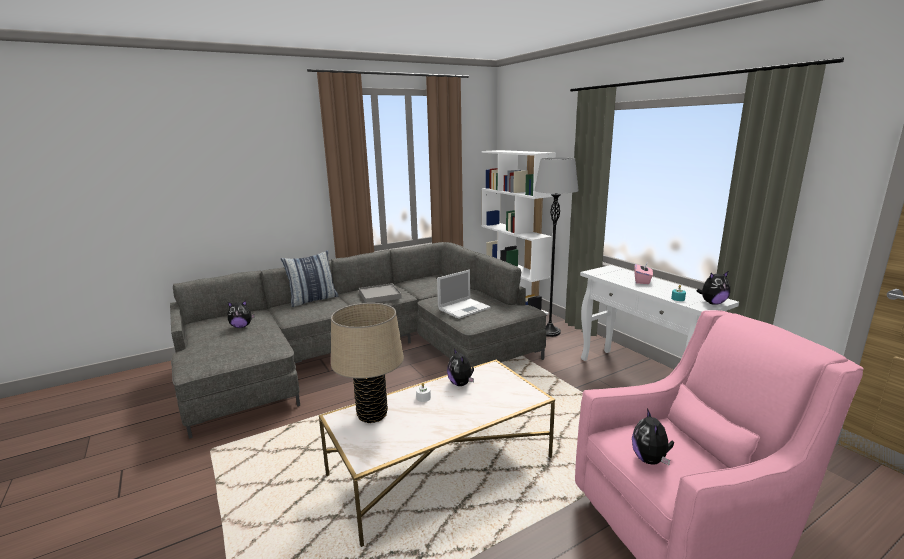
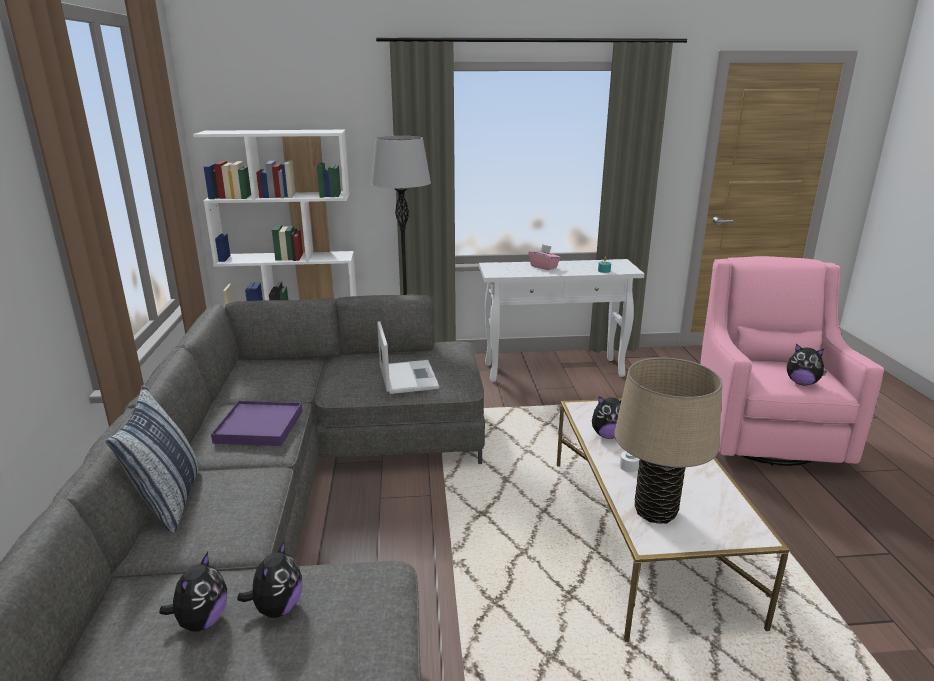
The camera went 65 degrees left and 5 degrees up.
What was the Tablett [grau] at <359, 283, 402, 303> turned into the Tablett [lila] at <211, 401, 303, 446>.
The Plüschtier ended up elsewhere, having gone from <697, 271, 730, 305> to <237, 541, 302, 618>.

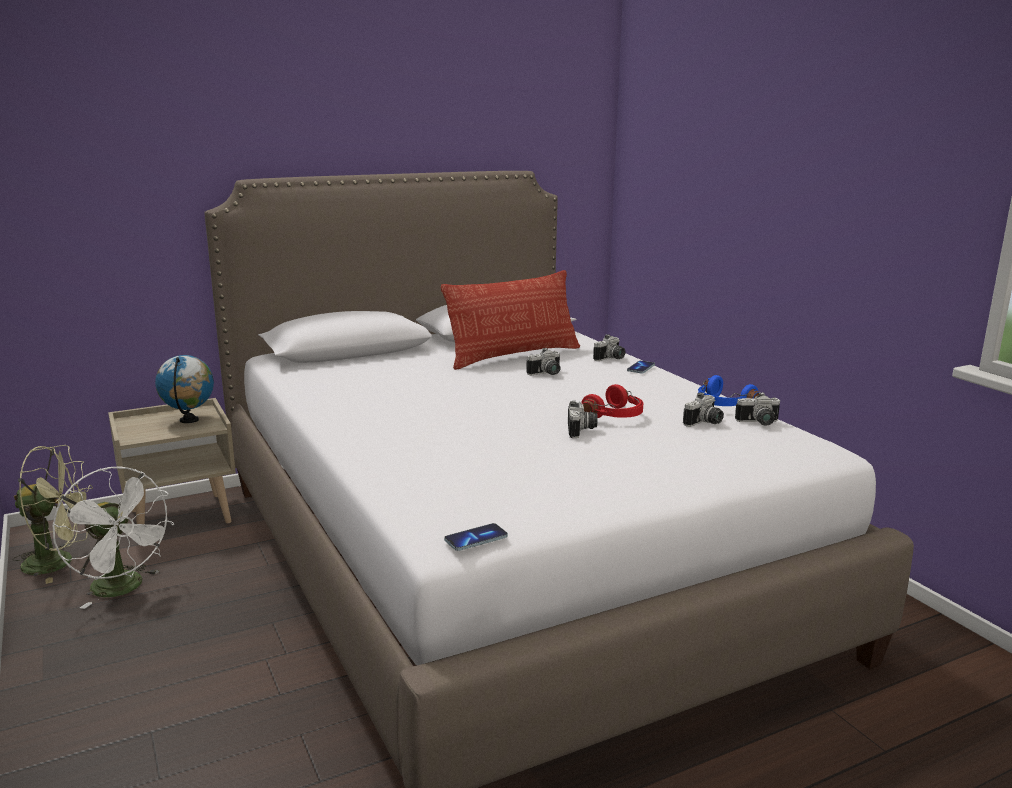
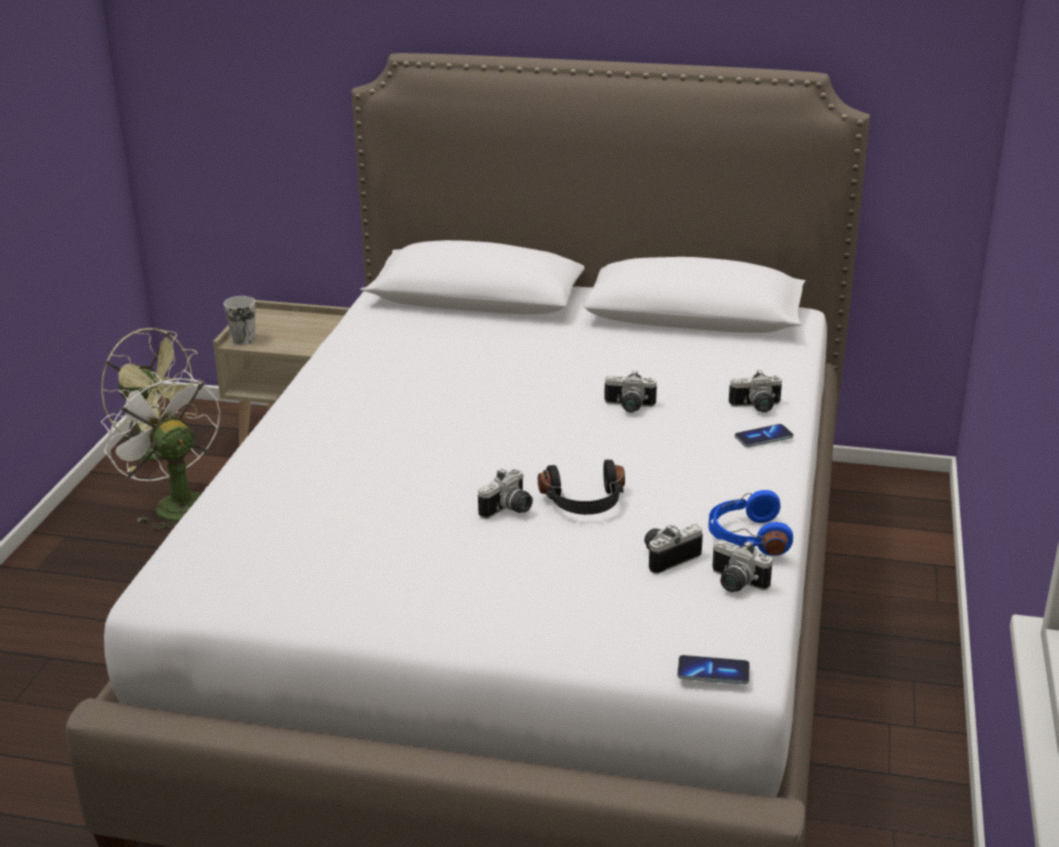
The camera went 40 degrees right and 10 degrees up.
The Ventilator [weiß] at <52, 466, 175, 609> ended up facing another way, 150 degrees clockwise from before.
The second view gained the Tasse at <224, 296, 255, 345>.
What was the Kopfhörer [rot] at <581, 384, 643, 418> turned into the Kopfhörer [schwarz] at <538, 460, 625, 515>.
The Kamera at <683, 392, 724, 427> ended up facing another way, 150 degrees clockwise from before.
The Handy ended up elsewhere, having gone from <444, 523, 508, 551> to <677, 655, 750, 685>.
The second view lost the Globus at <155, 355, 214, 423>.
The second view lost the Kissen at <441, 270, 580, 370>.

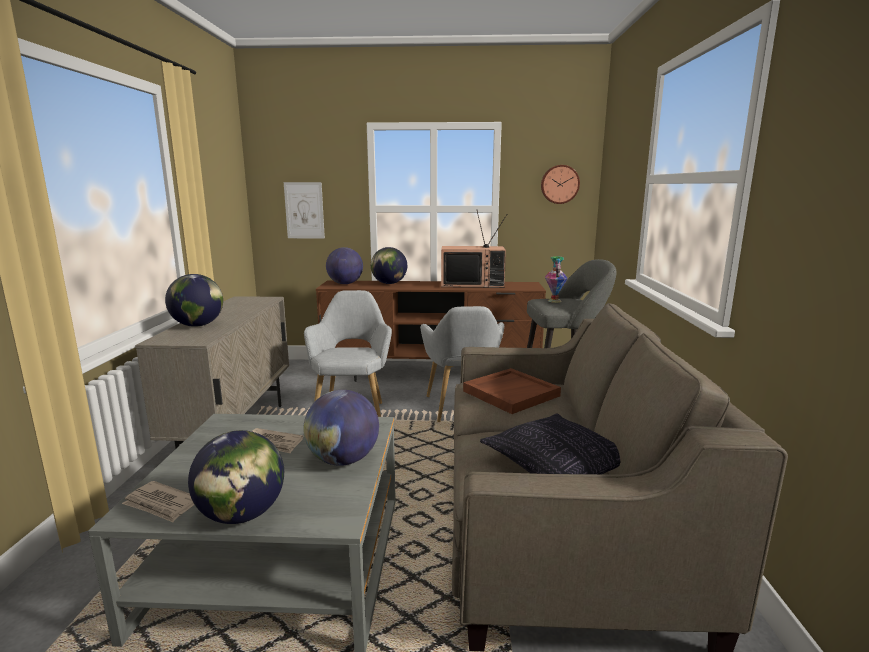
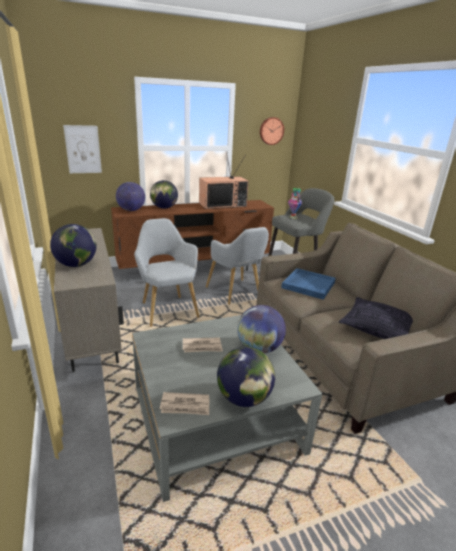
The camera went 25 degrees left and 10 degrees up.
What was the Tablett [braun] at <463, 368, 561, 414> turned into the Tablett [blau] at <281, 268, 336, 300>.

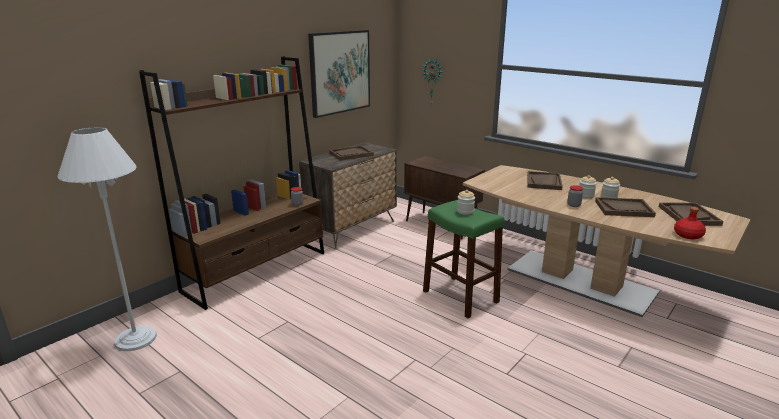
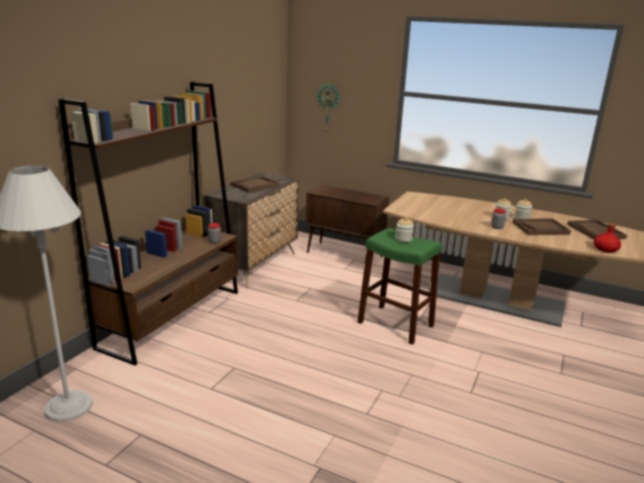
The camera went 15 degrees left and 0 degrees up.
The second view lost the Bild at <308, 30, 370, 118>.
The second view lost the Tablett [braun] at <527, 171, 563, 190>.

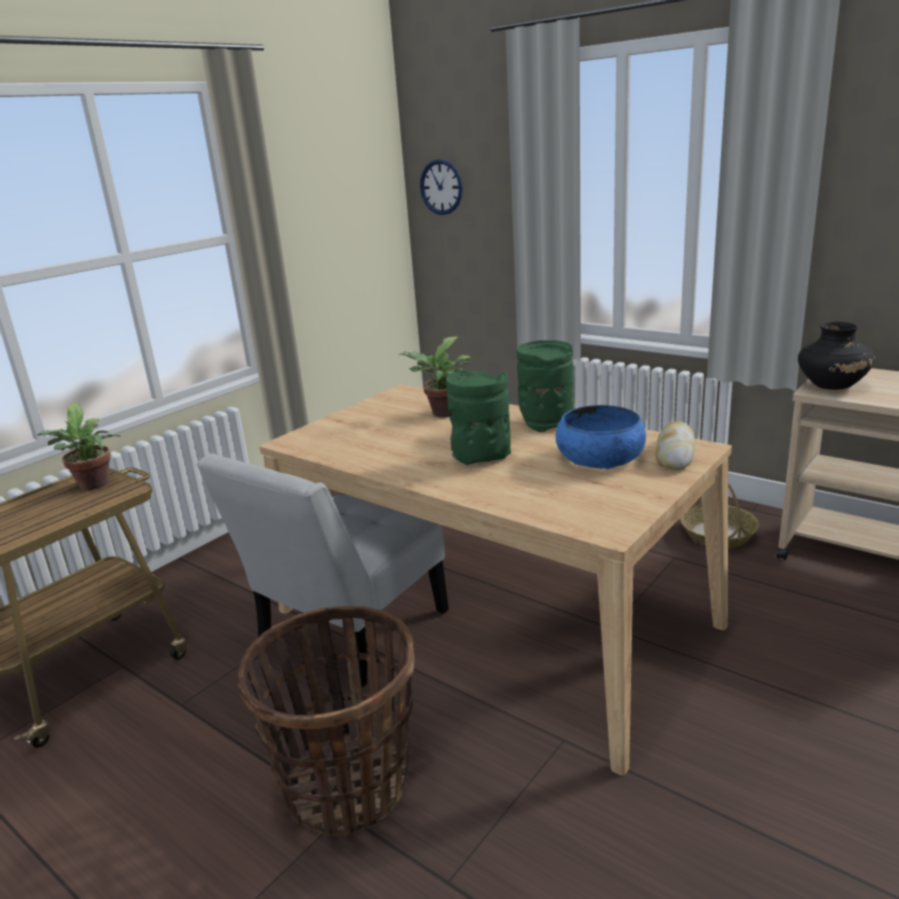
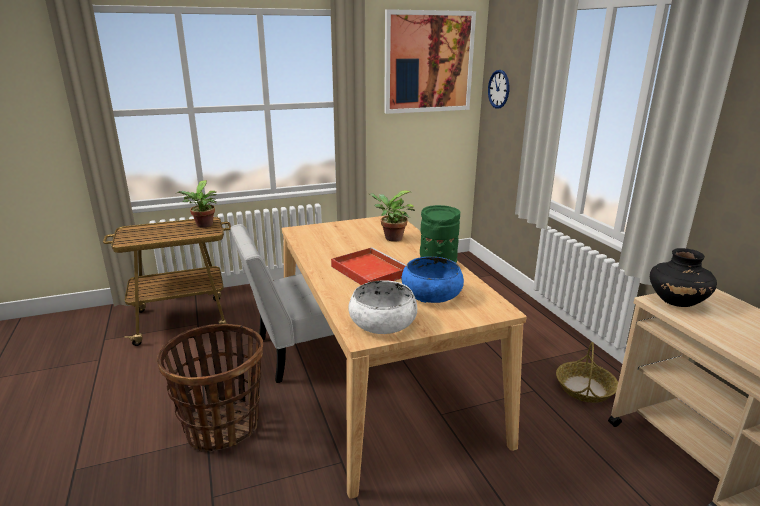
The camera went 30 degrees right and 0 degrees up.
Where the Vase [grün] stood at <446, 369, 511, 465>, the Tablett [rot] came to stand at <331, 247, 406, 285>.
The second view gained the Schüssel [weiß] at <348, 280, 417, 334>.
The second view gained the Bild at <384, 9, 476, 114>.
The second view lost the Brot at <655, 421, 695, 470>.

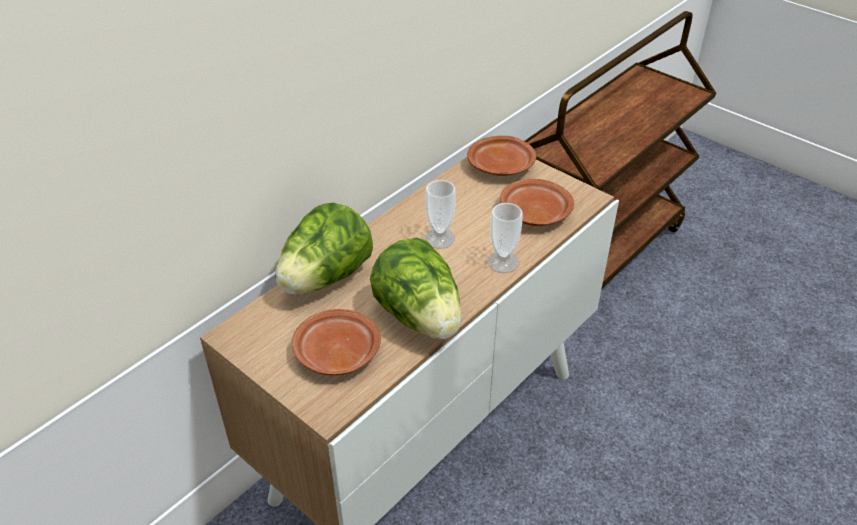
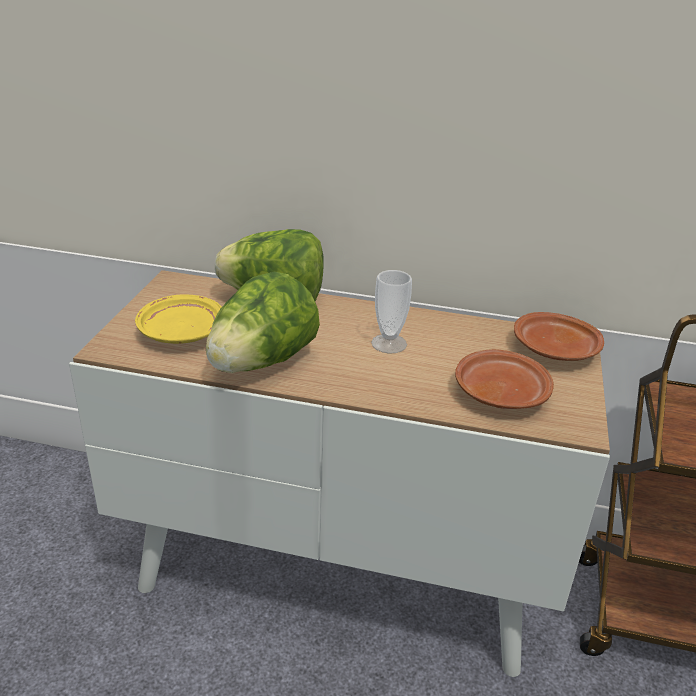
The camera went 60 degrees right and 10 degrees down.
What was the Teller [braun] at <292, 309, 381, 375> turned into the Teller [gelb] at <135, 295, 222, 344>.
The second view lost the Tasse at <487, 203, 523, 273>.

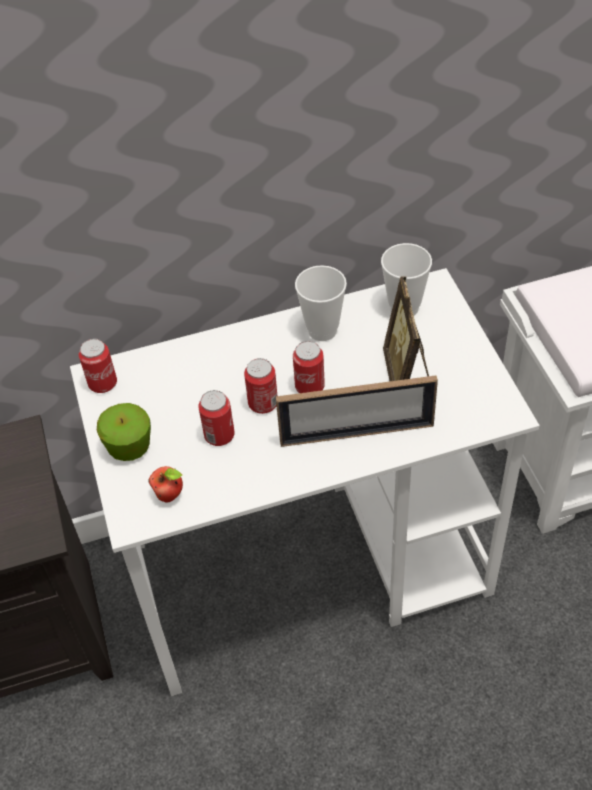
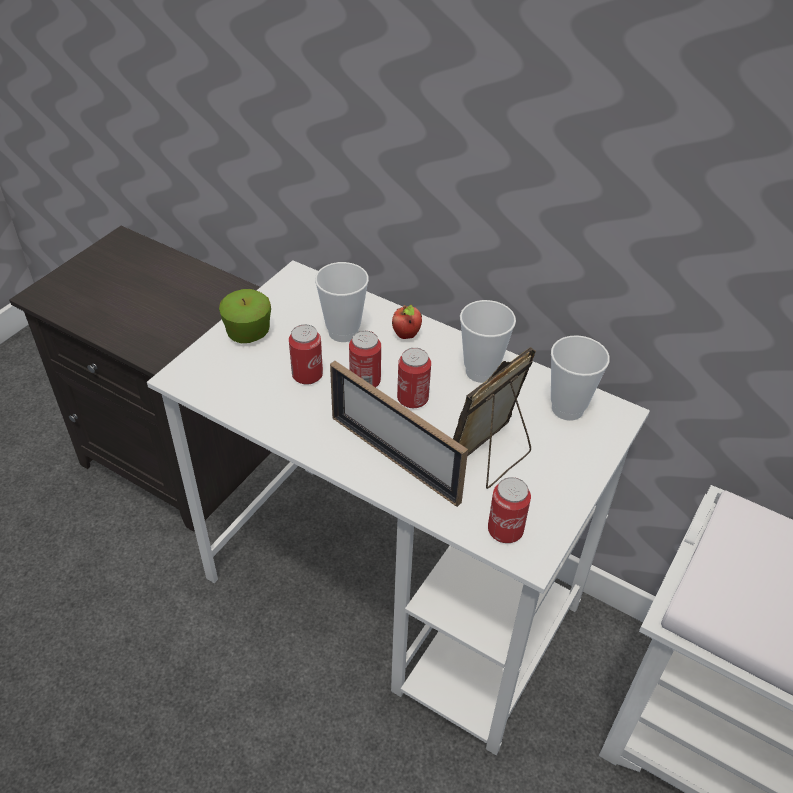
The camera went 45 degrees right and 5 degrees down.
The second view gained the Tasse at <315, 262, 369, 342>.
The Apfel ended up elsewhere, having gone from <148, 466, 183, 502> to <392, 305, 422, 339>.
The Dose ended up elsewhere, having gone from <79, 339, 117, 393> to <488, 477, 531, 543>.

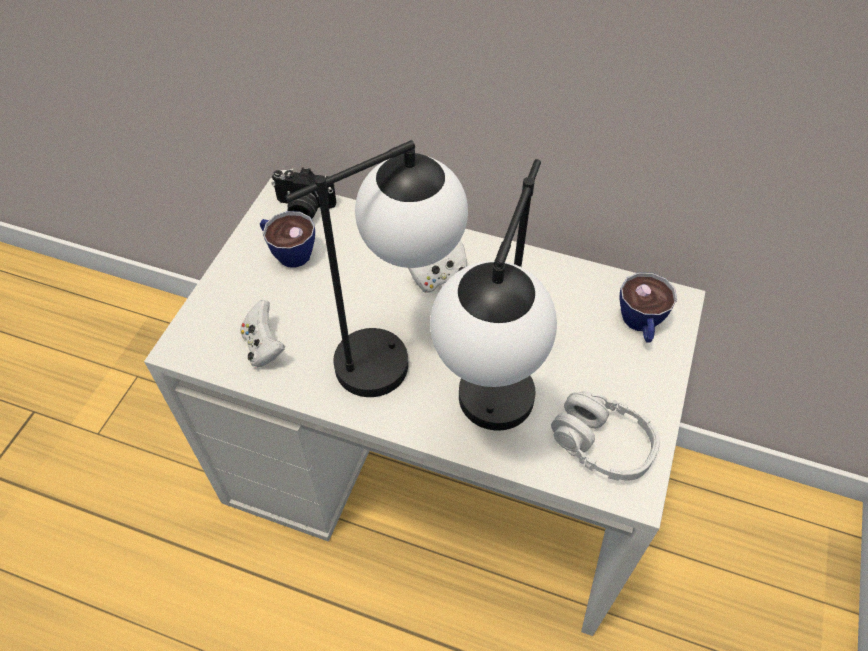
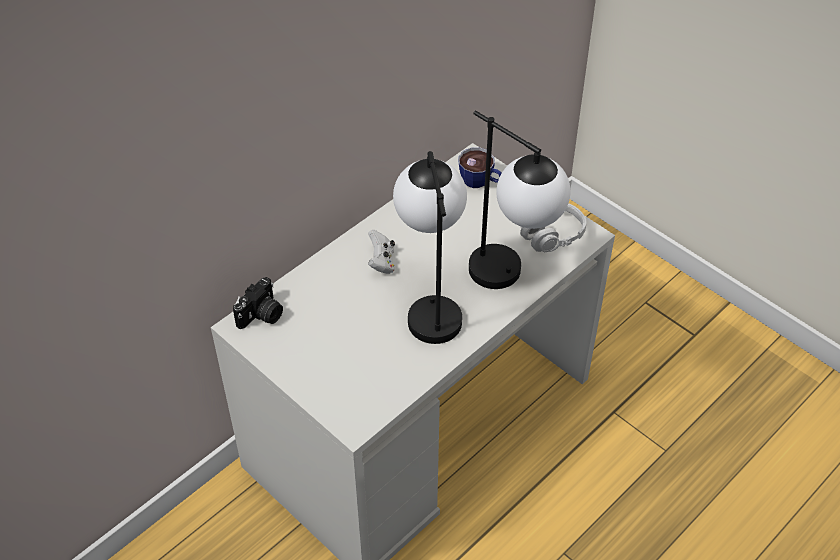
The camera went 65 degrees left and 5 degrees down.
The second view lost the Gamepad [weiß] at <240, 300, 285, 368>.
The second view lost the Tasse at <260, 211, 315, 268>.

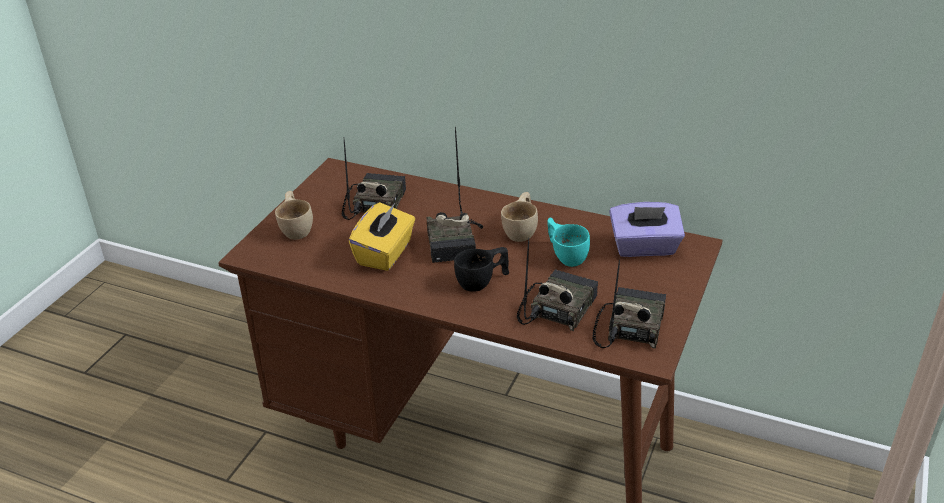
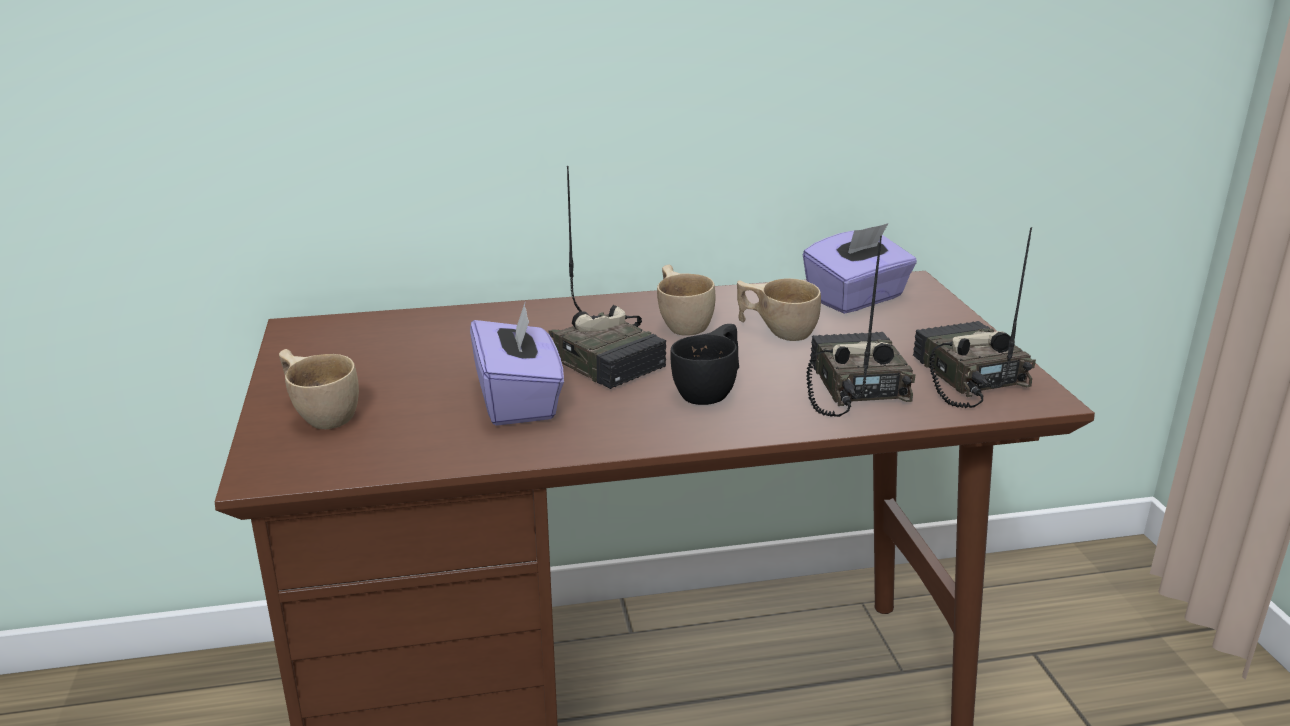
The camera went 35 degrees left and 10 degrees down.
What was the Taschentuchbox [gelb] at <349, 202, 415, 271> turned into the Taschentuchbox [lila] at <470, 303, 564, 426>.
What was the Tasse [türkis] at <547, 218, 590, 267> turned into the Tasse [beige] at <737, 278, 821, 341>.
The second view lost the Radio at <342, 137, 406, 220>.

